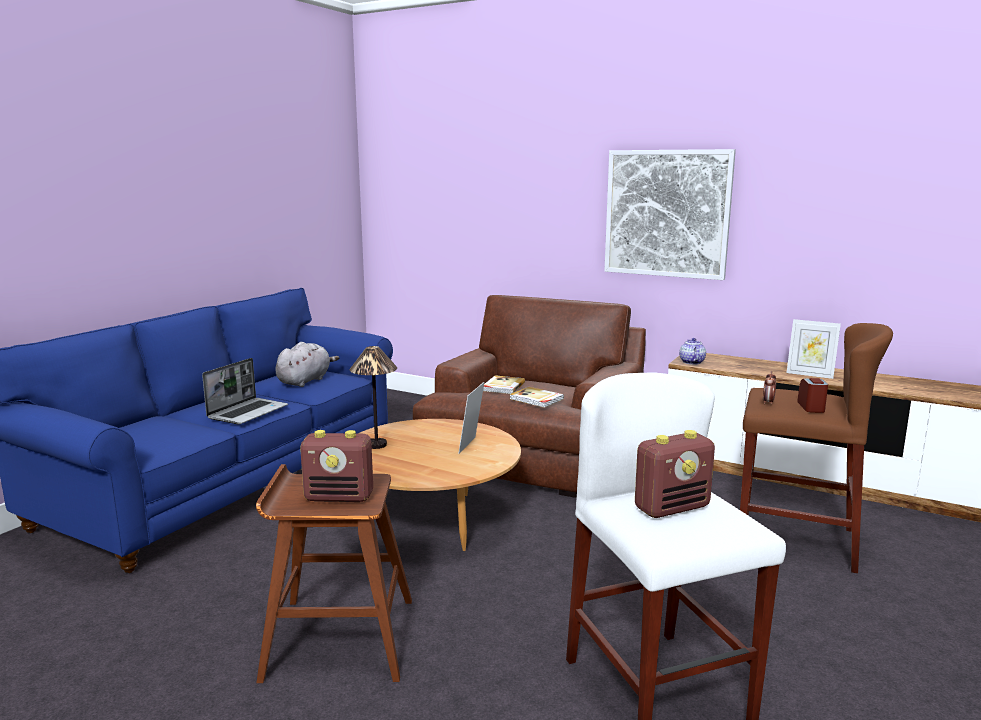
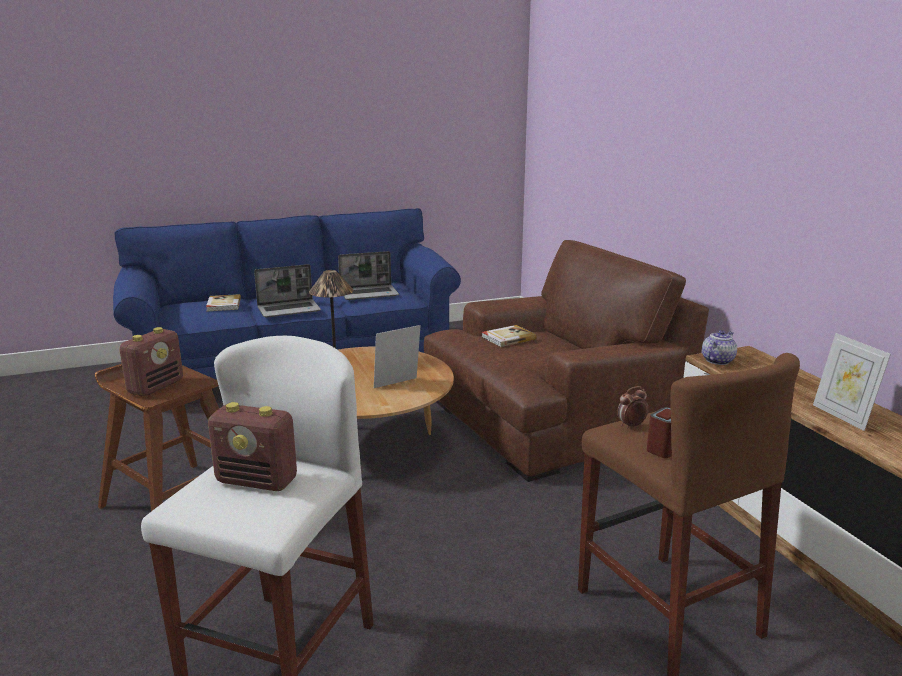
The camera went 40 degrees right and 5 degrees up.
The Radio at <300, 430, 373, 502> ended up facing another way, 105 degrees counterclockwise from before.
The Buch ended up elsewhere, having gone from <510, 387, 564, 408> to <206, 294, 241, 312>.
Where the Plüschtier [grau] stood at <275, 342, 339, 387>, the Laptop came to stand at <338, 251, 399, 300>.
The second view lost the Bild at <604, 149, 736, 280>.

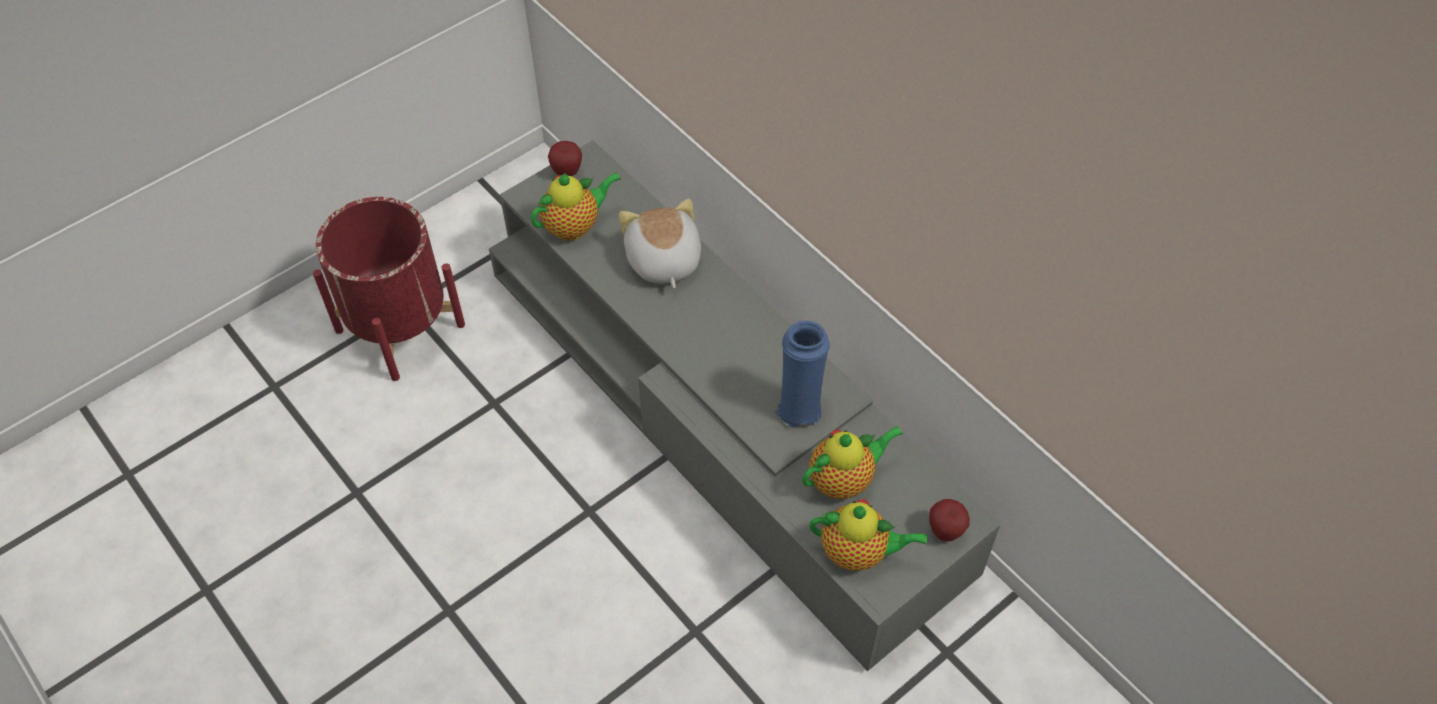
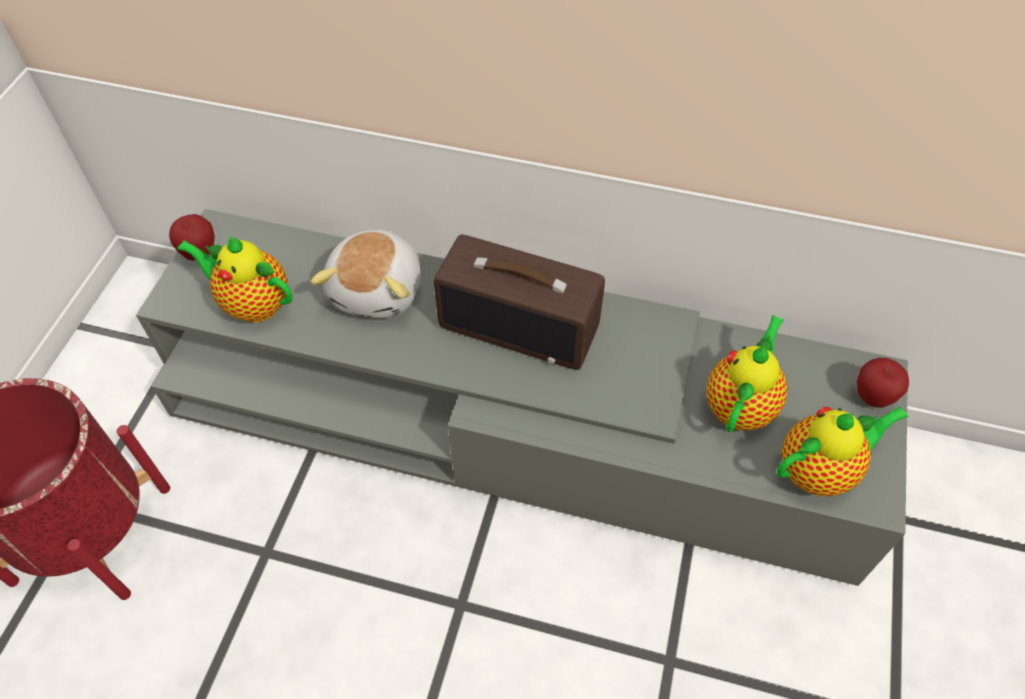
The camera went 35 degrees left and 0 degrees up.
The Teekanne at <531, 172, 621, 241> ended up facing another way, 90 degrees counterclockwise from before.
The Plüschtier at <619, 199, 701, 288> ended up facing another way, 120 degrees counterclockwise from before.
The second view gained the Radio at <434, 234, 605, 370>.
The second view lost the Vase [blau] at <775, 320, 830, 427>.

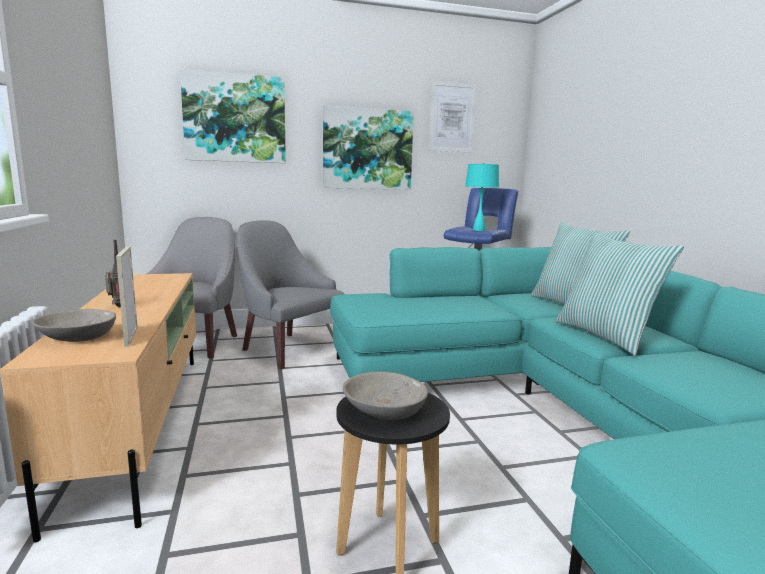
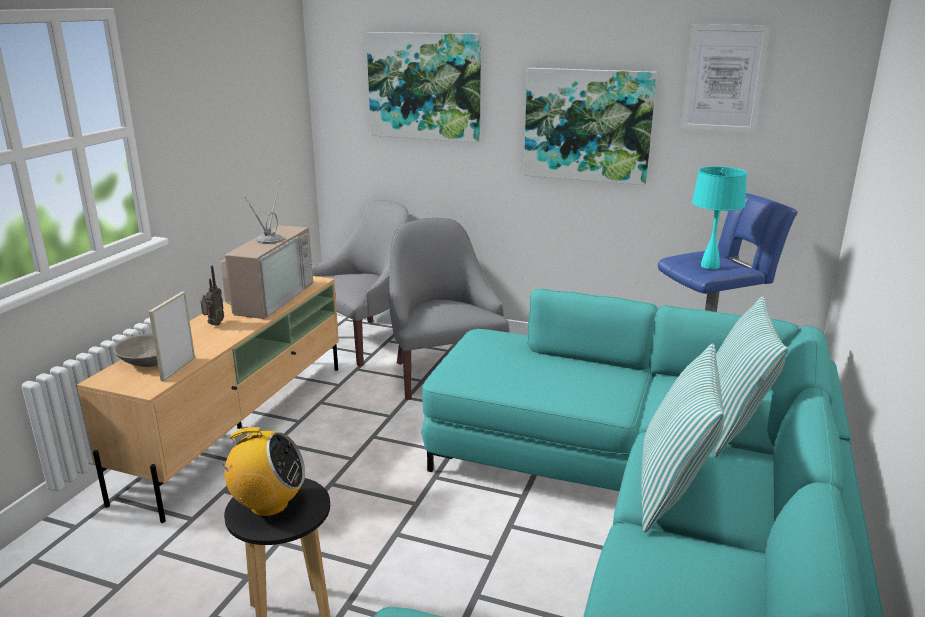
The camera went 35 degrees right and 10 degrees up.
Where the Schüssel [grau] stood at <343, 372, 428, 420>, the Radio came to stand at <213, 427, 305, 517>.
The second view gained the Fernseher at <220, 181, 313, 319>.

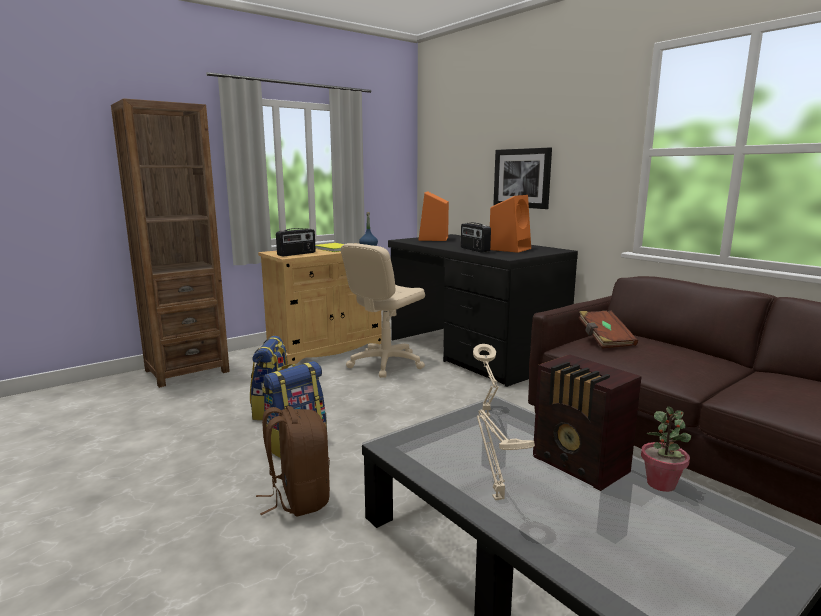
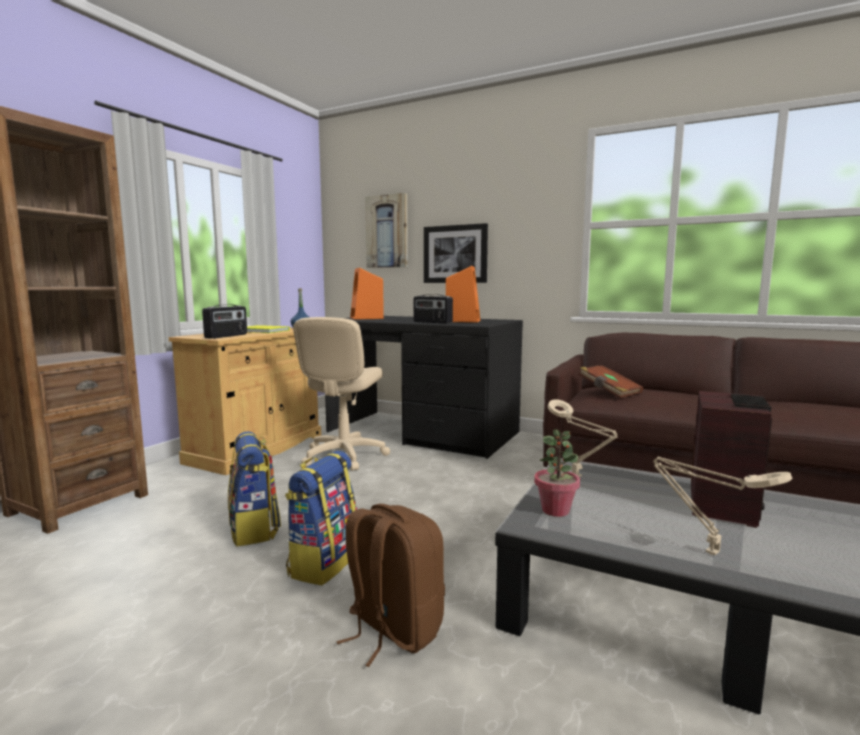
The camera went 25 degrees left and 5 degrees down.
The second view gained the Bild at <365, 193, 408, 268>.
The Topfpflanze ended up elsewhere, having gone from <641, 406, 691, 492> to <534, 429, 580, 517>.
The Radio at <533, 354, 642, 491> ended up facing another way, 90 degrees counterclockwise from before.

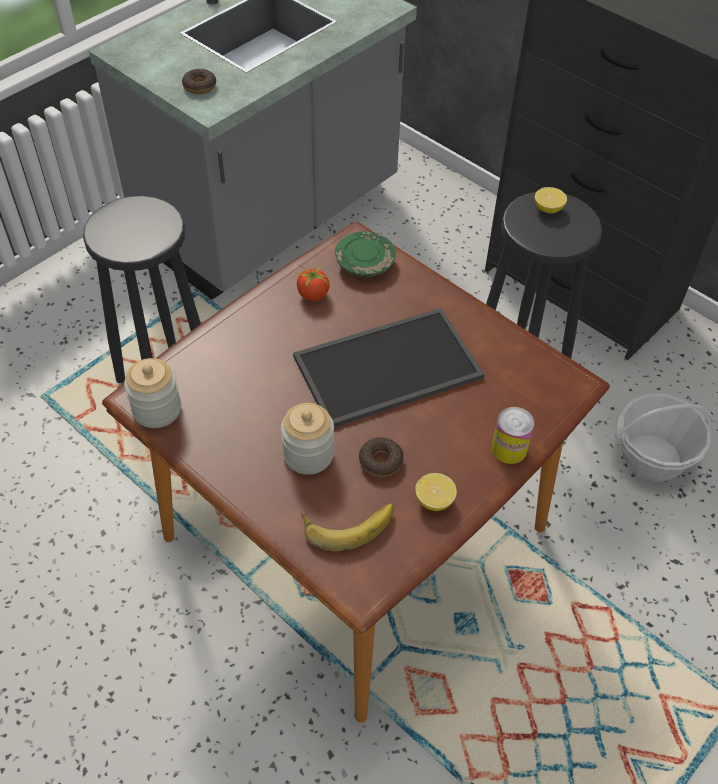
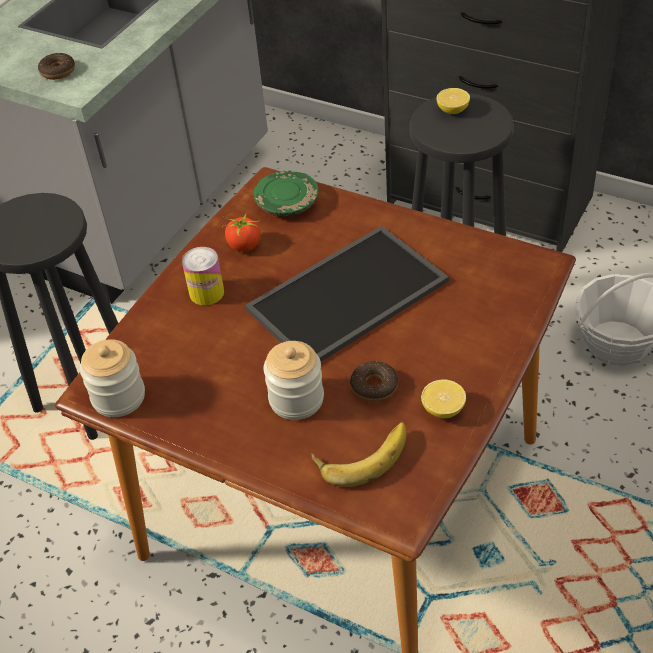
The camera went 10 degrees left and 5 degrees down.
The Dose ended up elsewhere, having gone from <492, 407, 534, 464> to <182, 247, 224, 305>.

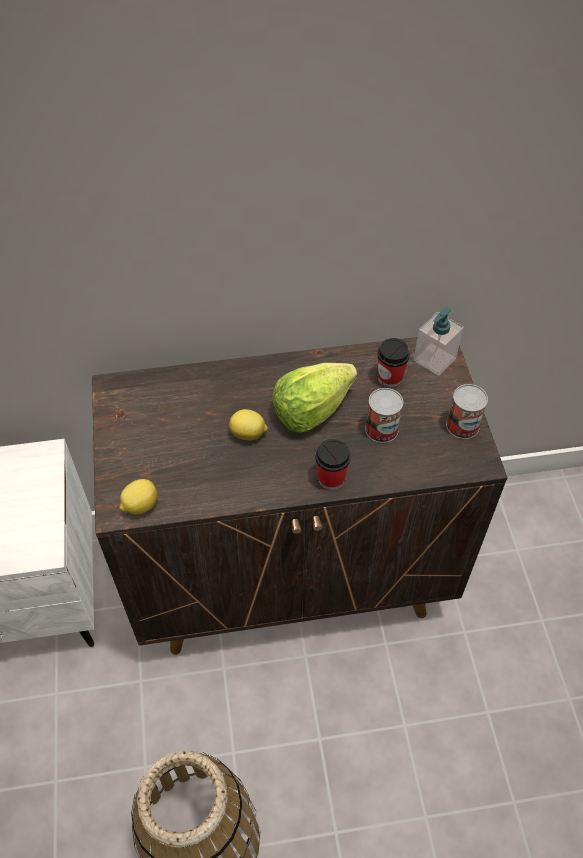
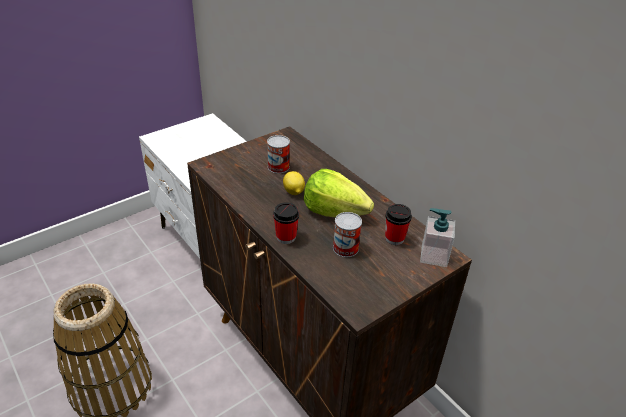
The camera went 60 degrees right and 15 degrees down.
The Dose ended up elsewhere, having gone from <446, 384, 488, 439> to <267, 135, 290, 173>.
The second view lost the Zitrone at <120, 479, 158, 515>.

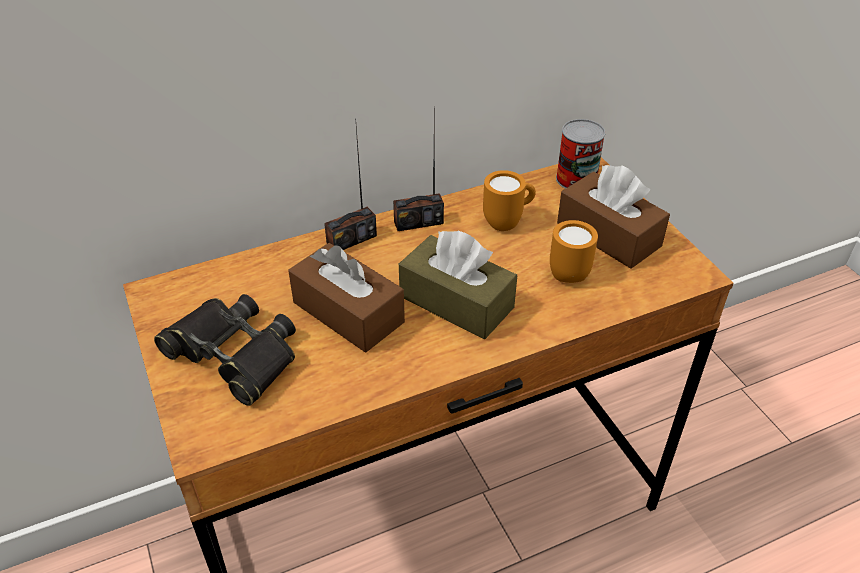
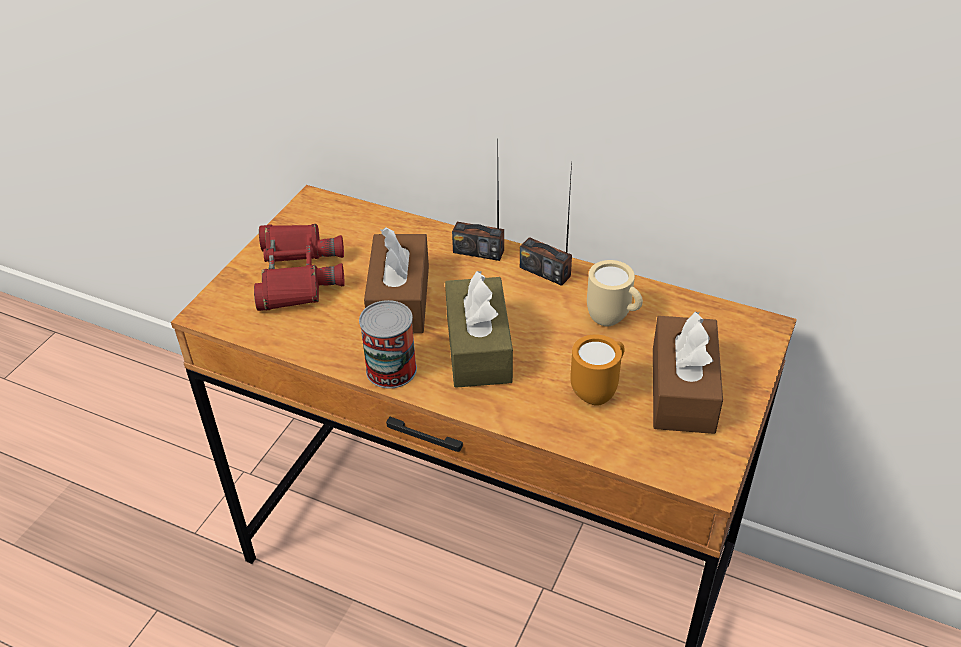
The camera went 50 degrees right and 0 degrees up.
What was the Fernglas [schwarz] at <154, 294, 296, 406> turned into the Fernglas [rot] at <254, 224, 345, 311>.
The Dose ended up elsewhere, having gone from <556, 119, 606, 189> to <359, 300, 417, 388>.
What was the Henkelbecher [orange] at <483, 170, 536, 231> turned into the Henkelbecher [beige] at <587, 260, 643, 327>.

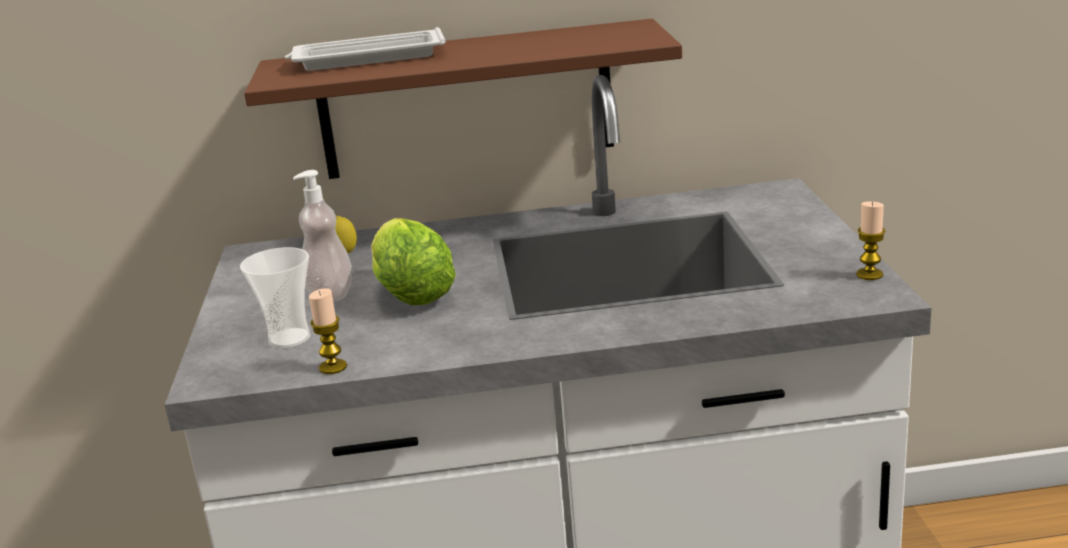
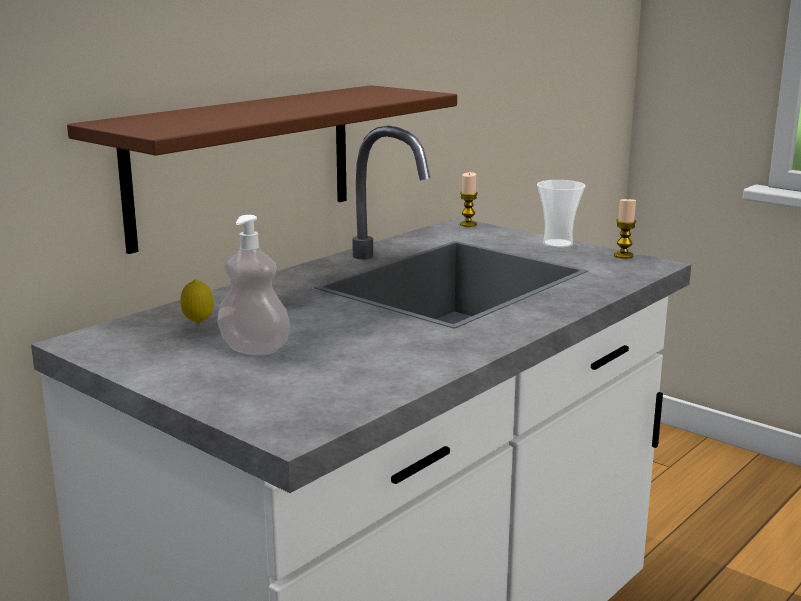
The camera went 45 degrees left and 5 degrees down.
The Kerze ended up elsewhere, having gone from <309, 288, 347, 374> to <460, 172, 478, 227>.
The Tasse ended up elsewhere, having gone from <240, 247, 310, 348> to <537, 180, 585, 248>.
The second view lost the Tablett [weiß] at <285, 27, 445, 71>.
The second view lost the Salatkopf at <371, 218, 456, 305>.

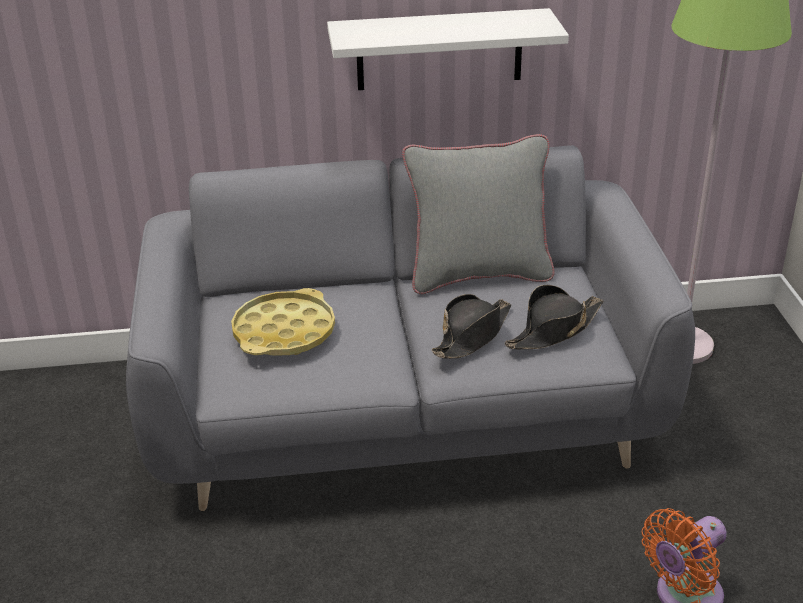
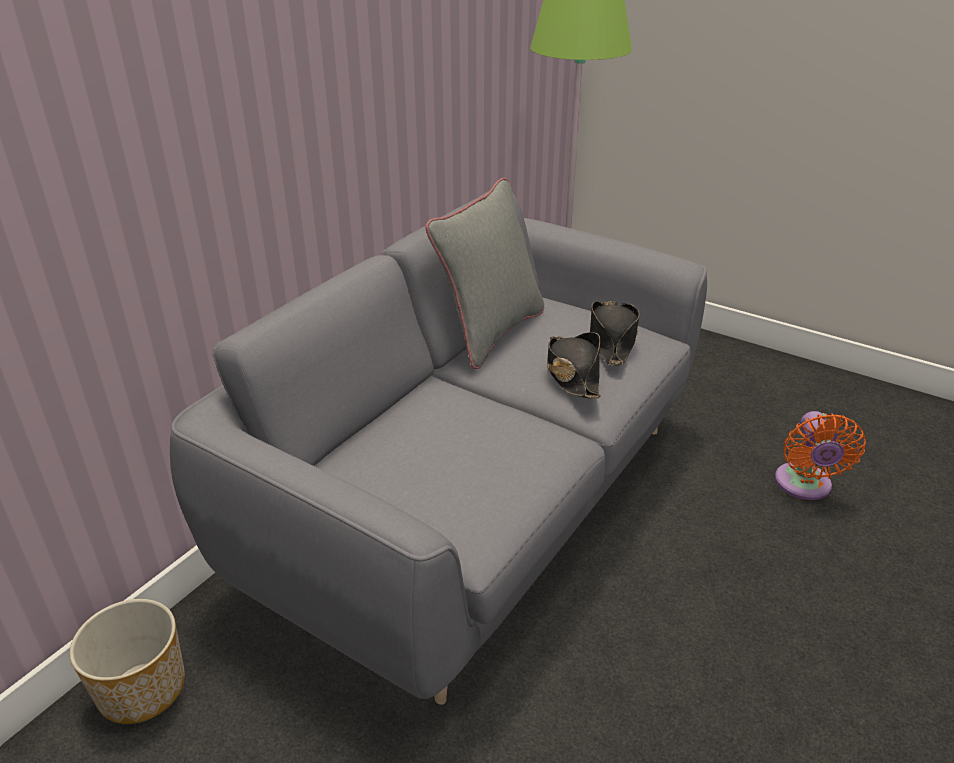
The camera went 50 degrees left and 0 degrees up.
The second view gained the Pflanzkübel at <69, 599, 185, 724>.
The second view lost the Tablett [gelb] at <231, 288, 335, 356>.
The second view lost the Wandregal [weiß] at <327, 8, 569, 90>.

